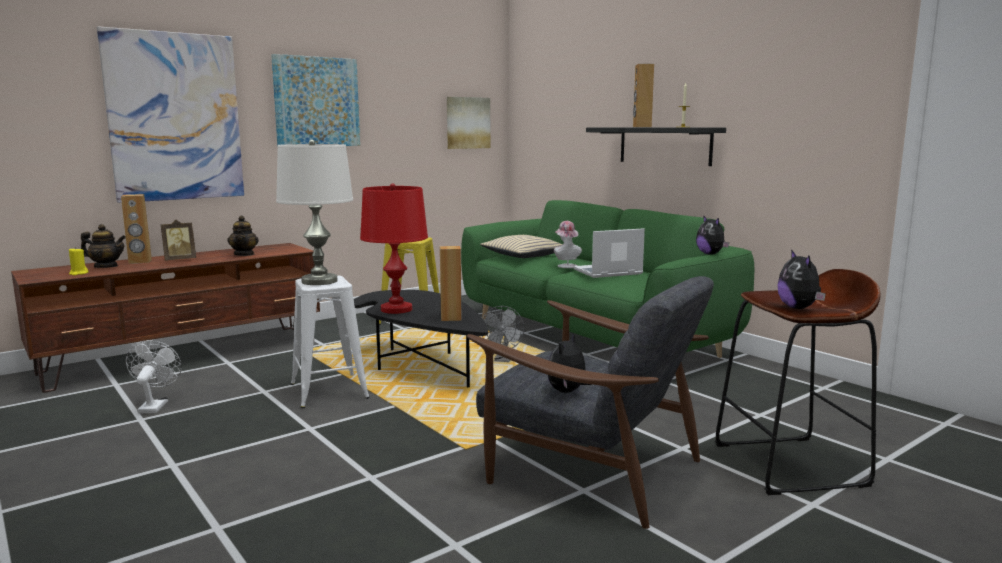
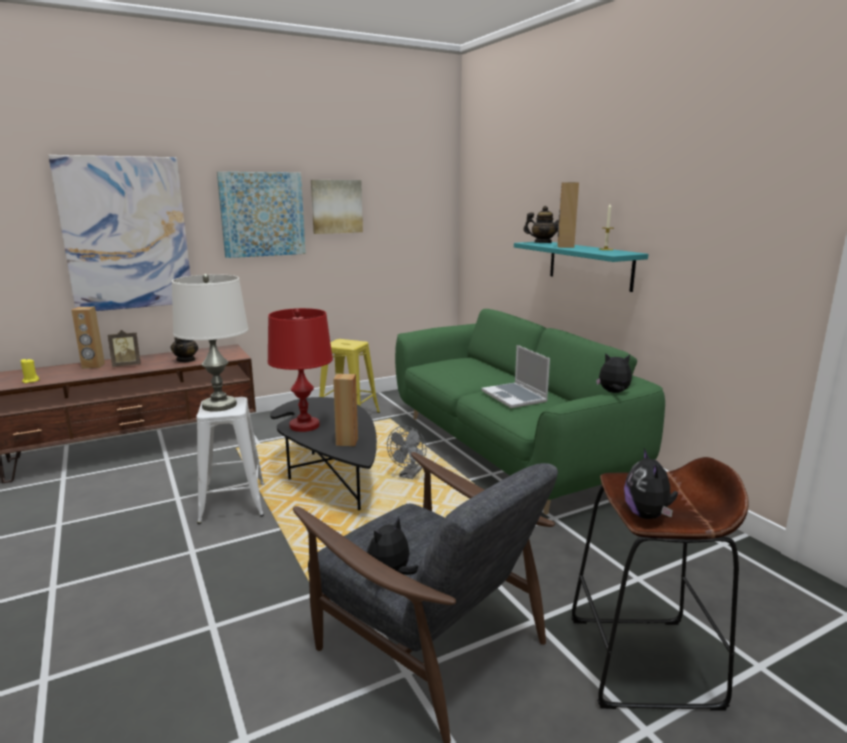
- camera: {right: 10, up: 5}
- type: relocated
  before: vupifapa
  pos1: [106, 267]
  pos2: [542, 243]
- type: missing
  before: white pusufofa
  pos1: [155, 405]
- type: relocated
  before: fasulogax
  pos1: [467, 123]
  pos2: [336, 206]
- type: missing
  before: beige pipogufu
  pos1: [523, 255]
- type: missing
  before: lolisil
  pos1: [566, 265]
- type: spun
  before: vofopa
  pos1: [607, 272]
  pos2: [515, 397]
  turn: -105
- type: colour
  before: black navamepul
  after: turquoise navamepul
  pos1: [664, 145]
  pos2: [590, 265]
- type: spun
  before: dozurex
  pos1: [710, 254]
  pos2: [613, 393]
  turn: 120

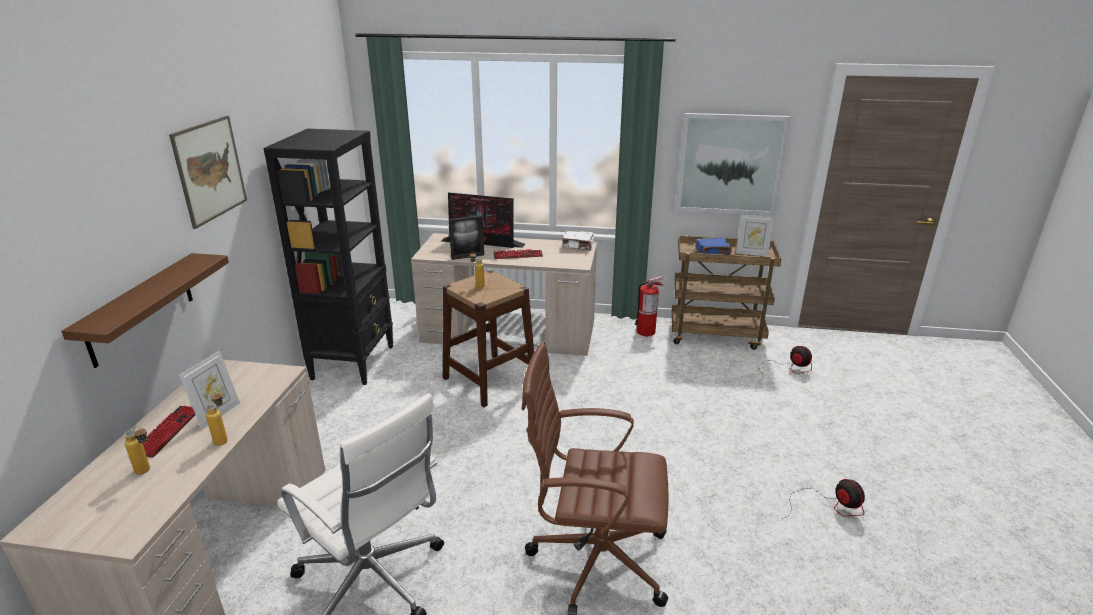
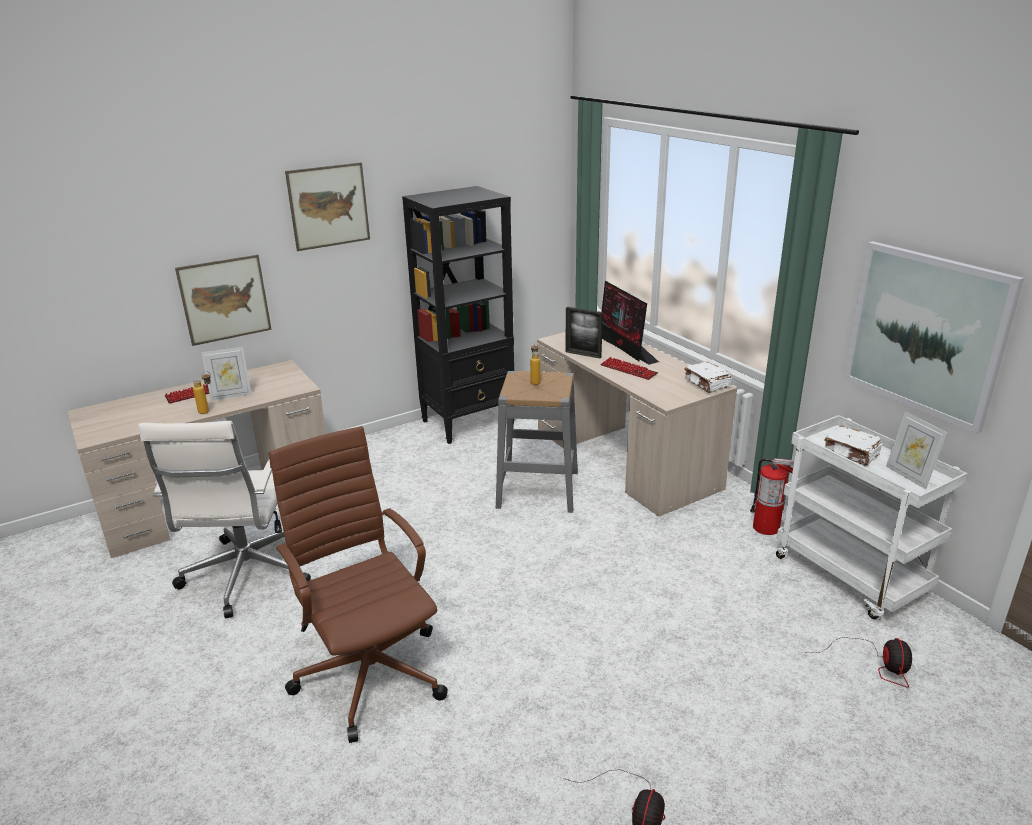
- camera: {right: 50, up: 0}
- type: exchanged
  before: brown navamepul
  after: fasulogax
  pos1: [140, 309]
  pos2: [225, 299]
- type: missing
  before: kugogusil
  pos1: [147, 471]
- type: colour
  before: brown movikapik
  after: grey movikapik
  pos1: [489, 379]
  pos2: [537, 489]
- type: colour
  before: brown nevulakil
  after: white nevulakil
  pos1: [716, 335]
  pos2: [851, 576]
- type: colour
  before: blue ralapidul
  after: white ralapidul
  pos1: [713, 253]
  pos2: [851, 453]

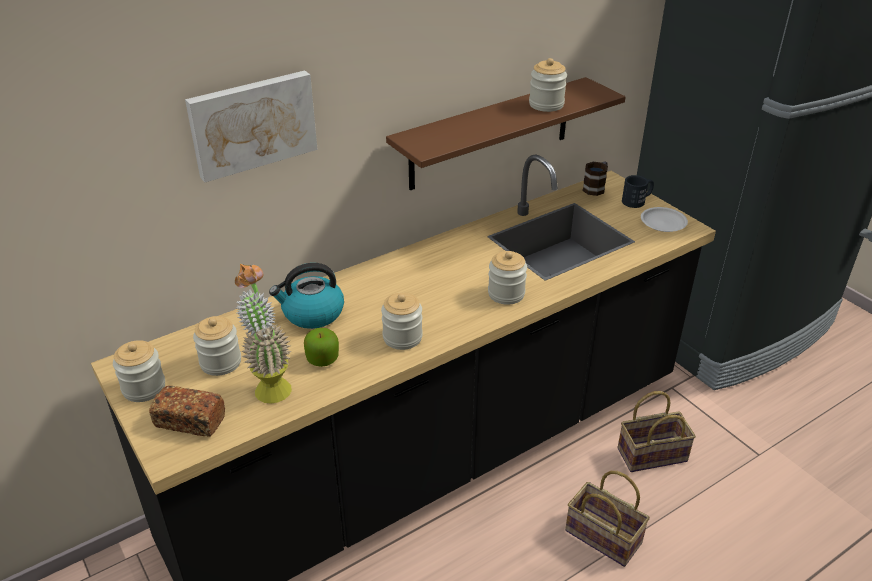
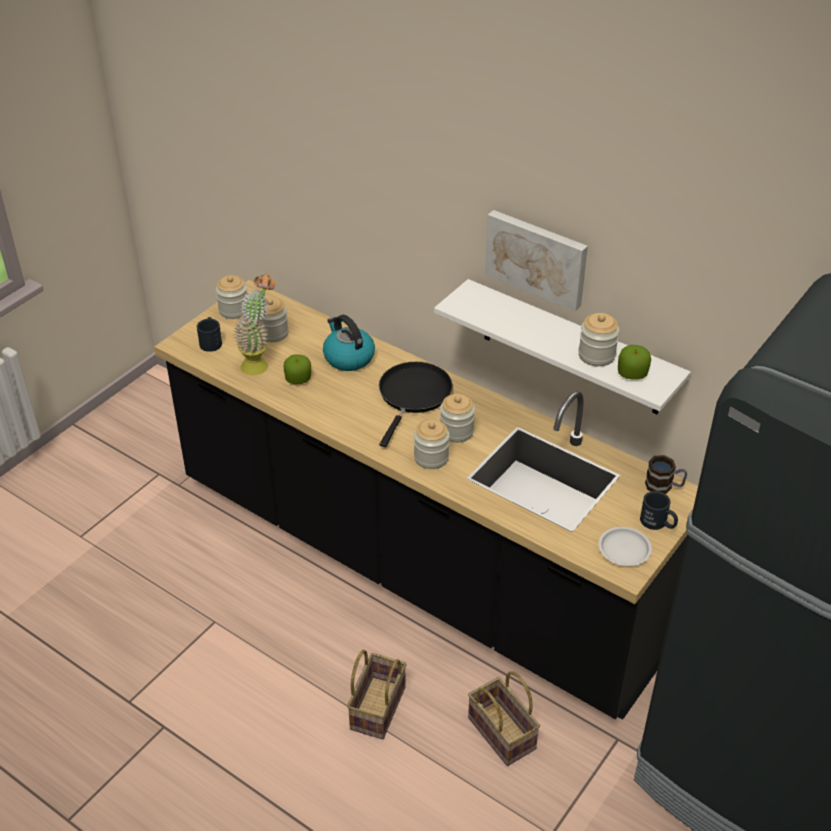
- camera: {right: 70, up: 5}
- type: exchanged
  before: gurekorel
  after: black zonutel
  pos1: [190, 421]
  pos2: [211, 341]
- type: relocated
  before: fasulogax
  pos1: [252, 123]
  pos2: [537, 258]
- type: relocated
  before: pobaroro
  pos1: [402, 337]
  pos2: [456, 431]
- type: colour
  before: brown navamepul
  after: white navamepul
  pos1: [491, 134]
  pos2: [571, 348]
- type: appeared
  after: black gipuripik
  pos2: [413, 396]
- type: appeared
  after: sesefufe
  pos2: [632, 373]

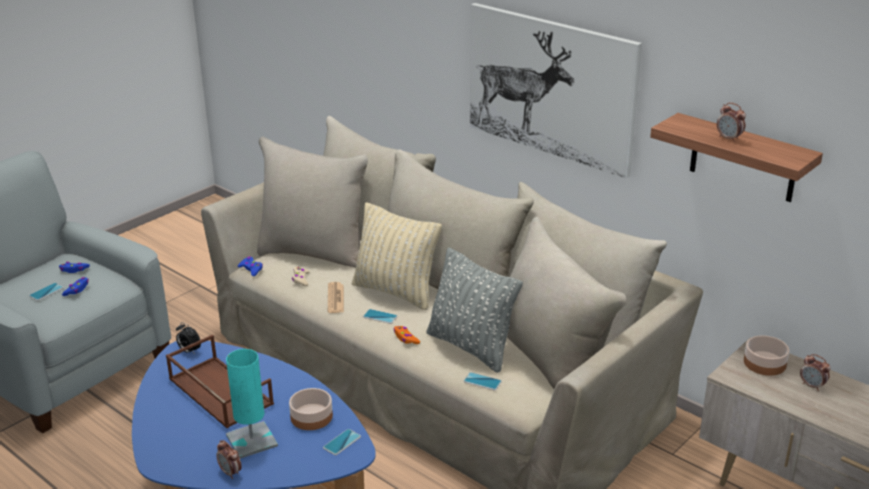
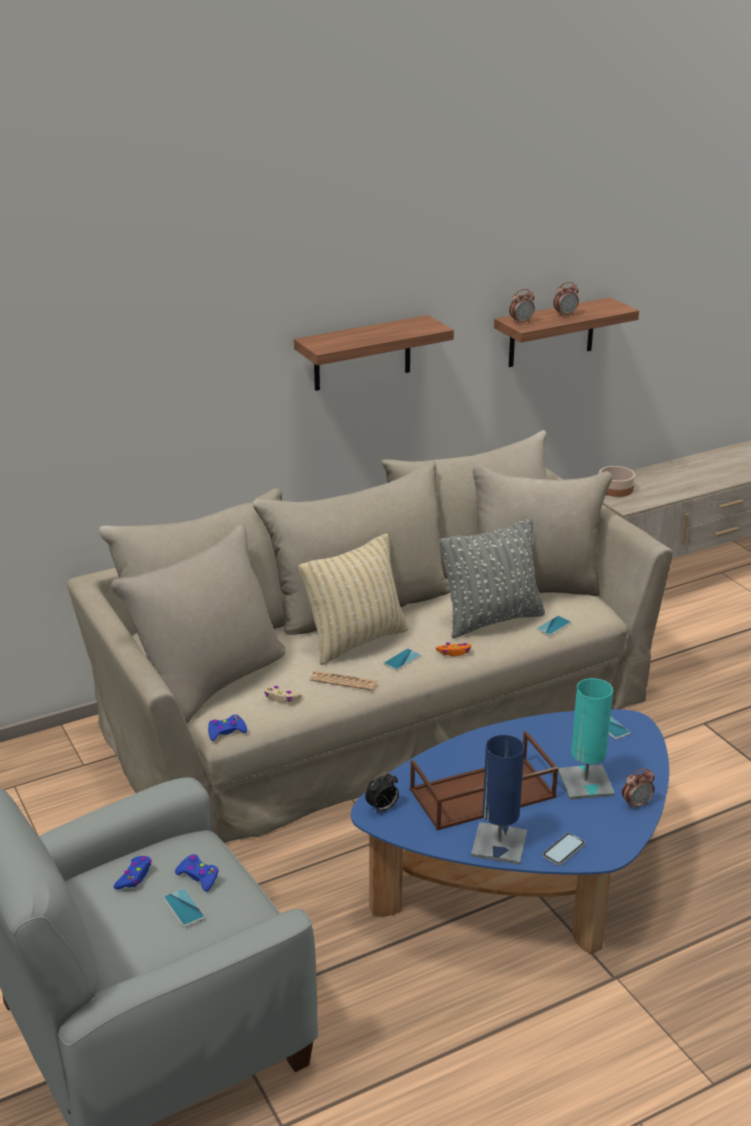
- camera: {right: -70, up: 0}
- type: missing
  before: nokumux
  pos1: [312, 417]
- type: exchanged
  before: fasulogax
  after: navamepul
  pos1: [550, 87]
  pos2: [362, 353]
- type: relocated
  before: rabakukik
  pos1: [812, 386]
  pos2: [521, 322]
- type: appeared
  after: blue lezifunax
  pos2: [499, 844]
- type: appeared
  after: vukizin
  pos2: [563, 850]

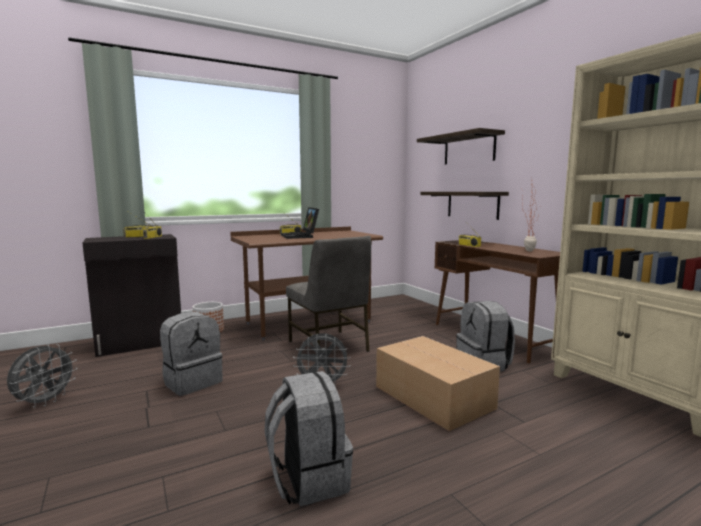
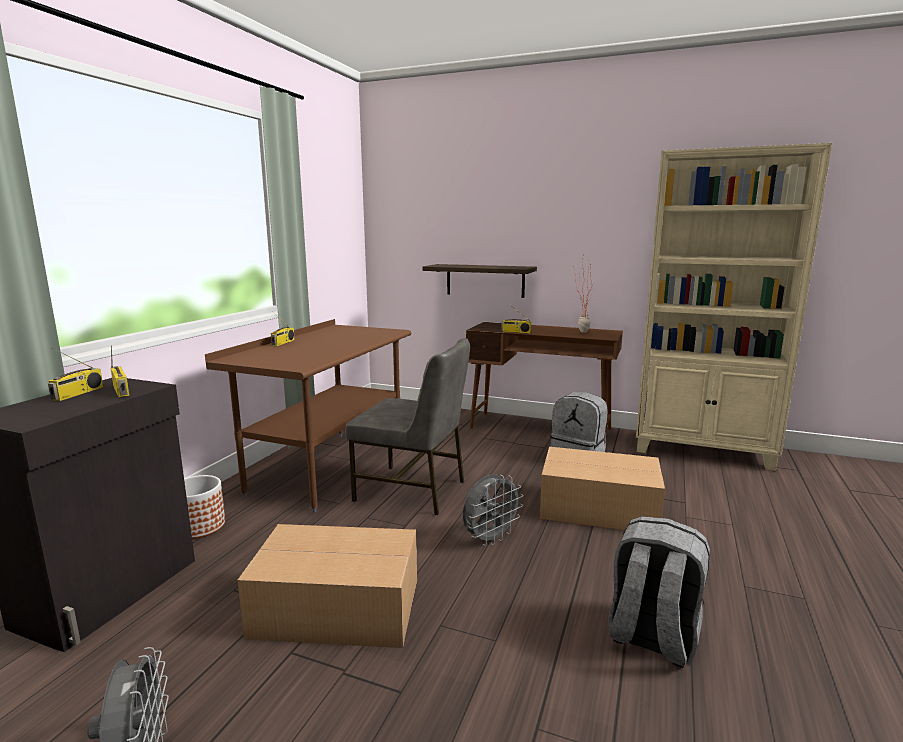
- camera: {right: -40, up: 5}
- type: exchanged
  before: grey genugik
  after: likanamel
  pos1: [192, 382]
  pos2: [334, 607]
- type: missing
  before: vofopa
  pos1: [301, 236]
- type: missing
  before: navamepul
  pos1: [469, 149]

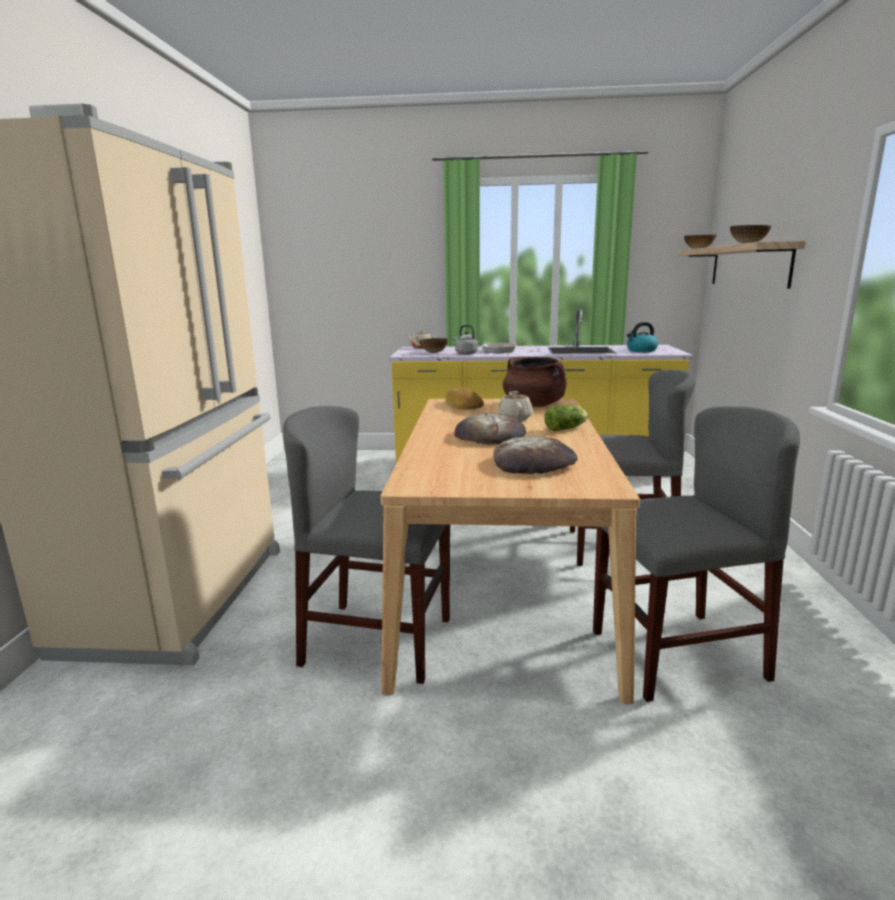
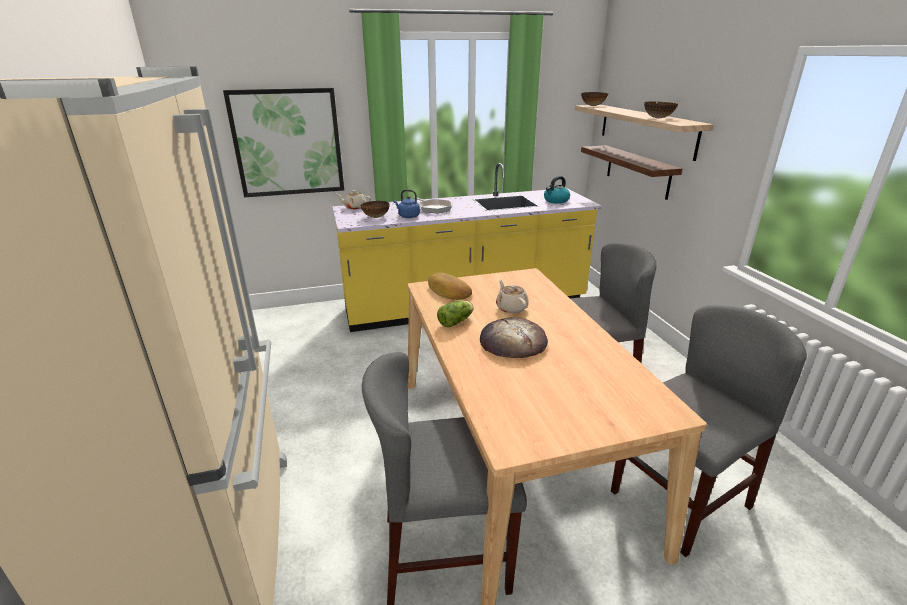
- camera: {right: -20, up: 10}
- type: colour
  before: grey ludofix
  after: blue ludofix
  pos1: [465, 353]
  pos2: [408, 216]
- type: missing
  before: gurekorel
  pos1: [534, 463]
- type: missing
  before: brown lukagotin
  pos1: [534, 405]
- type: relocated
  before: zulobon
  pos1: [566, 429]
  pos2: [456, 321]
- type: appeared
  after: fasulogax
  pos2: [288, 143]
- type: appeared
  after: navamepul
  pos2: [637, 171]

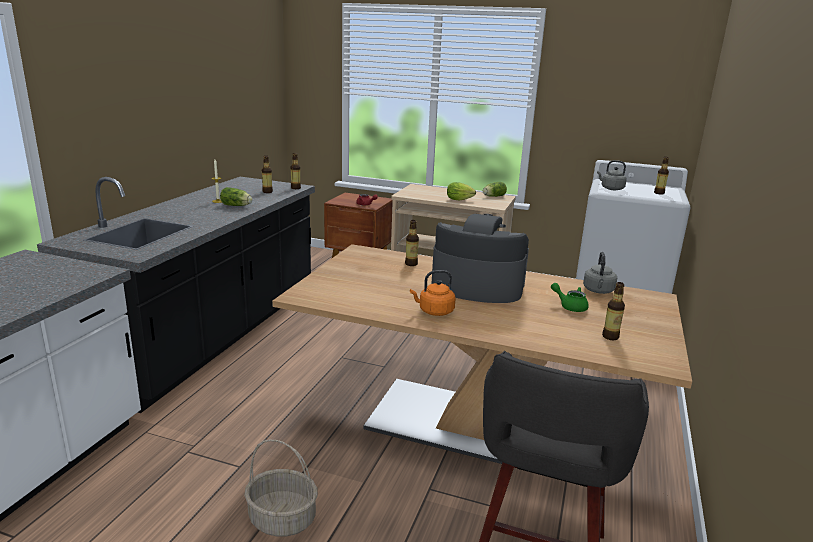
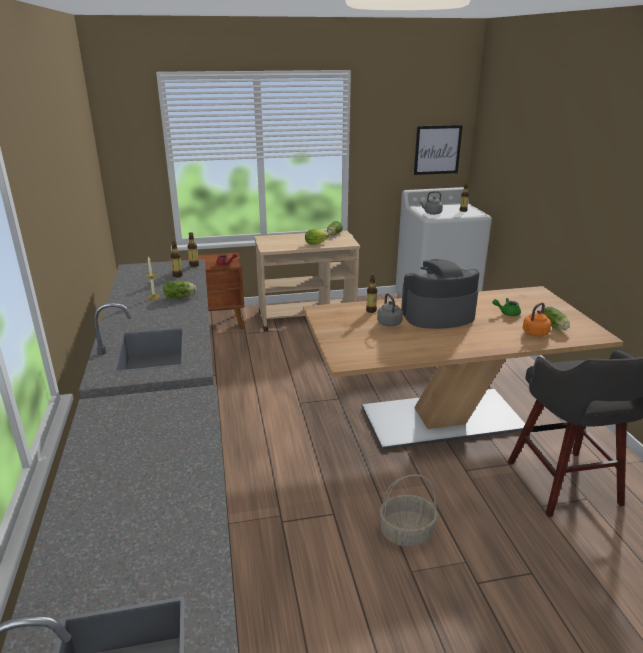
- camera: {right: -30, up: 5}
- type: relocated
  before: orange ludofix
  pos1: [434, 311]
  pos2: [534, 334]
- type: relocated
  before: grey ludofix
  pos1: [598, 291]
  pos2: [390, 324]
- type: exchanged
  before: kugogusil
  after: zulobon
  pos1: [610, 337]
  pos2: [554, 327]
- type: appeared
  after: fasulogax
  pos2: [437, 150]

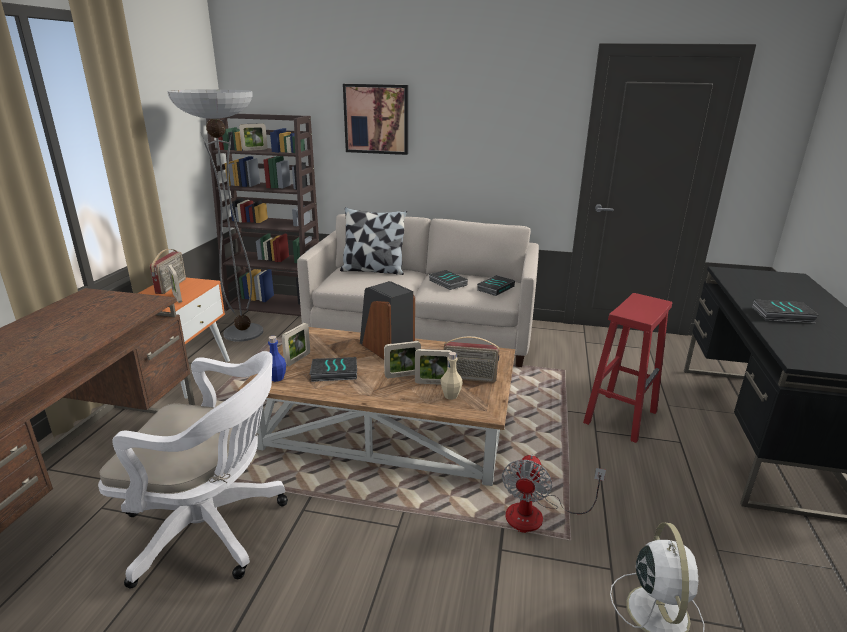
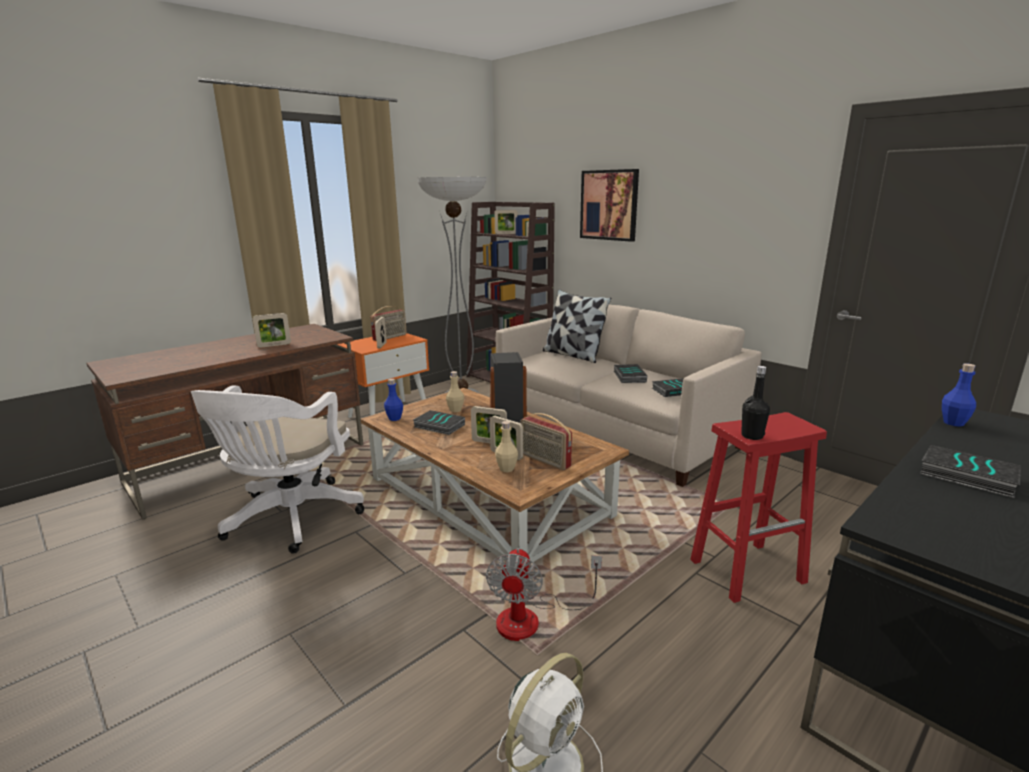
- camera: {right: 35, up: -5}
- type: spun
  before: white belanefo
  pos1: [213, 528]
  pos2: [290, 520]
  turn: 60
- type: relocated
  before: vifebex
  pos1: [297, 359]
  pos2: [274, 345]
- type: spun
  before: pusufofa
  pos1: [537, 515]
  pos2: [532, 619]
  turn: -45
- type: appeared
  after: beige kugogusil
  pos2: [455, 410]
- type: appeared
  after: black kugogusil
  pos2: [752, 436]
- type: appeared
  after: blue kugogusil
  pos2: [953, 423]

